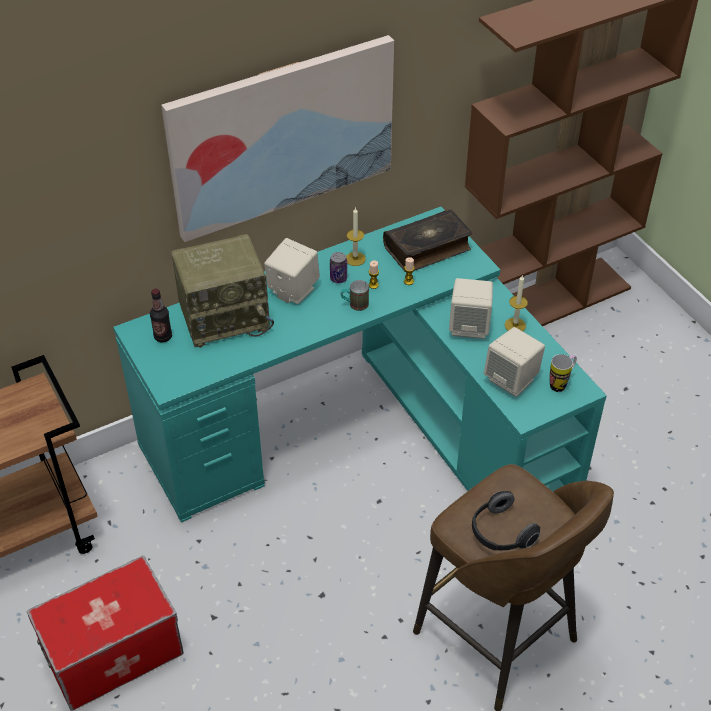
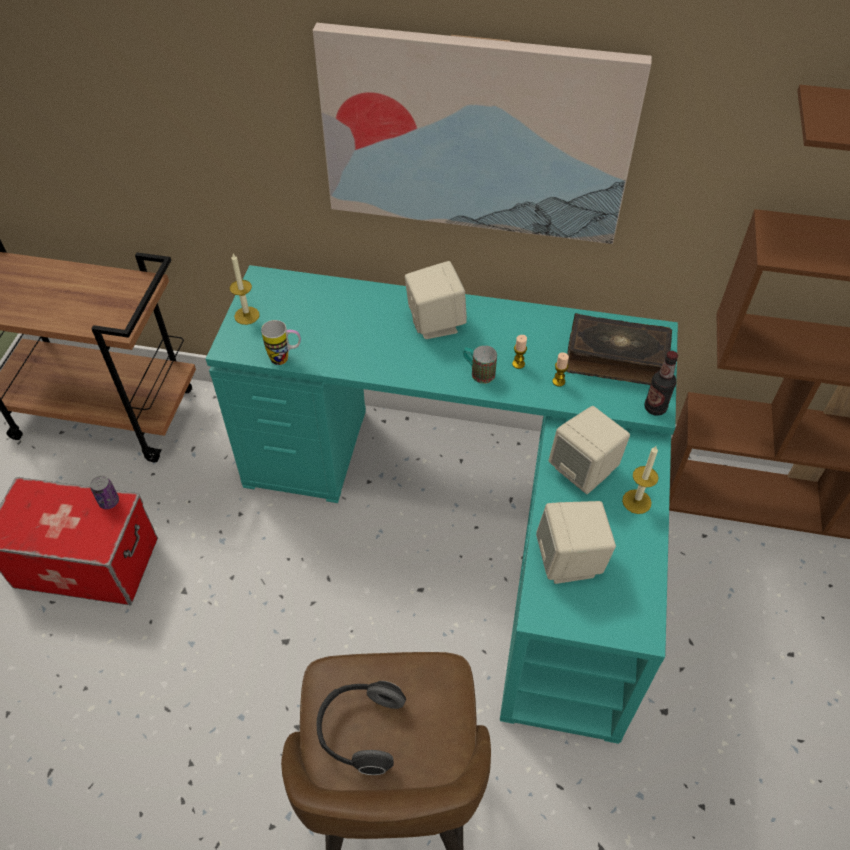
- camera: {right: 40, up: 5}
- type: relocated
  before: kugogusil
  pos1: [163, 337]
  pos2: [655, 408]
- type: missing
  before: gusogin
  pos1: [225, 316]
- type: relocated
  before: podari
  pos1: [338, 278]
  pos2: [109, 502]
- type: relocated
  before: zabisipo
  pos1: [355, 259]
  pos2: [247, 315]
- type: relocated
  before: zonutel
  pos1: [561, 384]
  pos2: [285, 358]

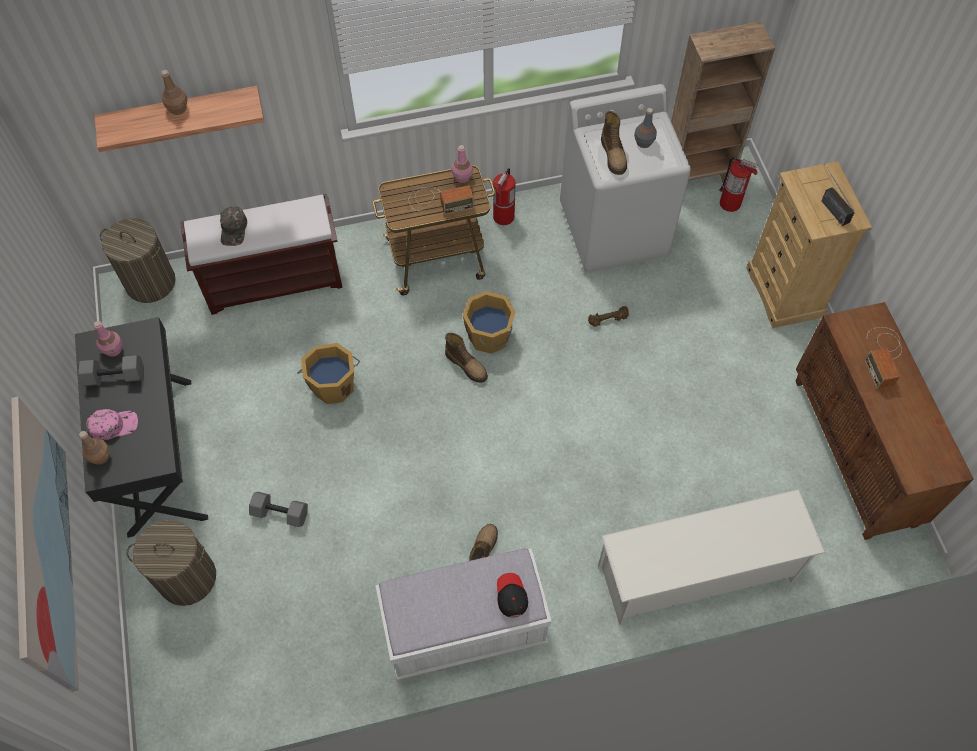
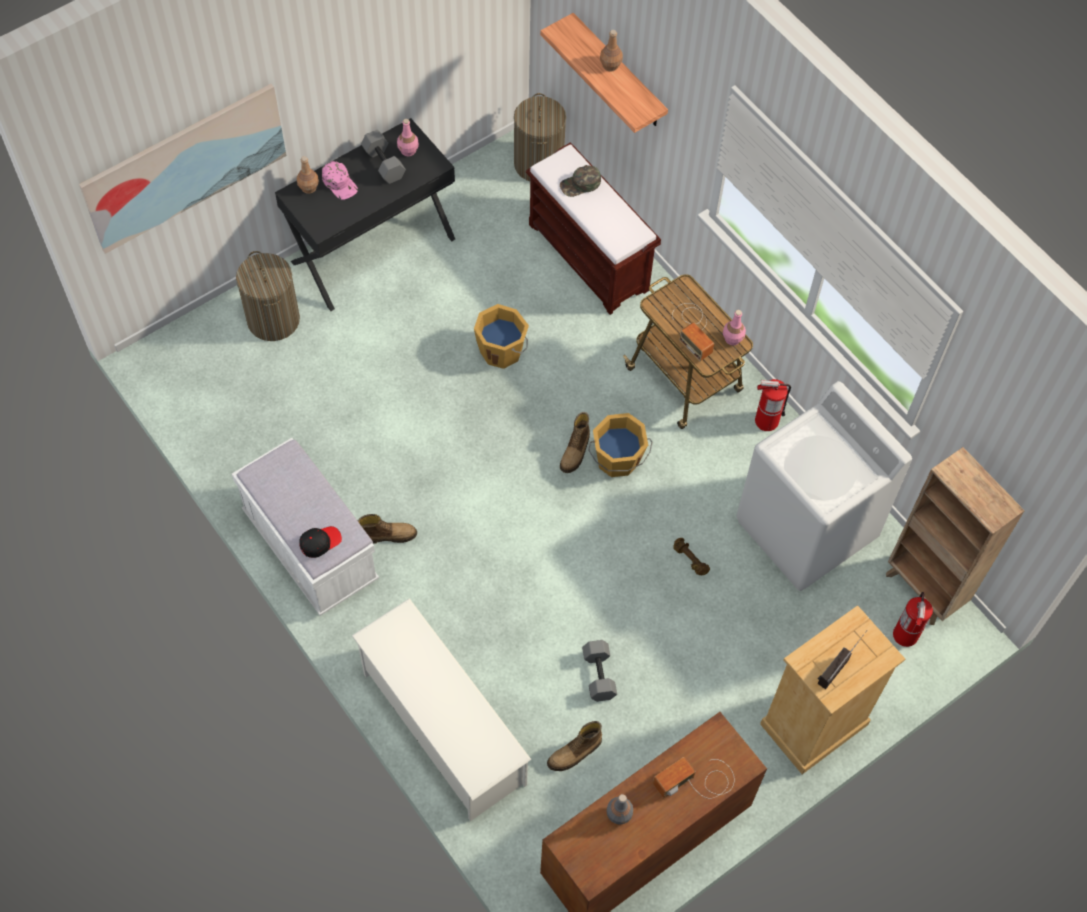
- camera: {right: 65, up: 0}
- type: relocated
  before: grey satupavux
  pos1: [279, 514]
  pos2: [598, 674]
- type: relocated
  before: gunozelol
  pos1: [614, 155]
  pos2: [575, 753]
- type: relocated
  before: grey kugogusil
  pos1: [643, 142]
  pos2: [619, 814]

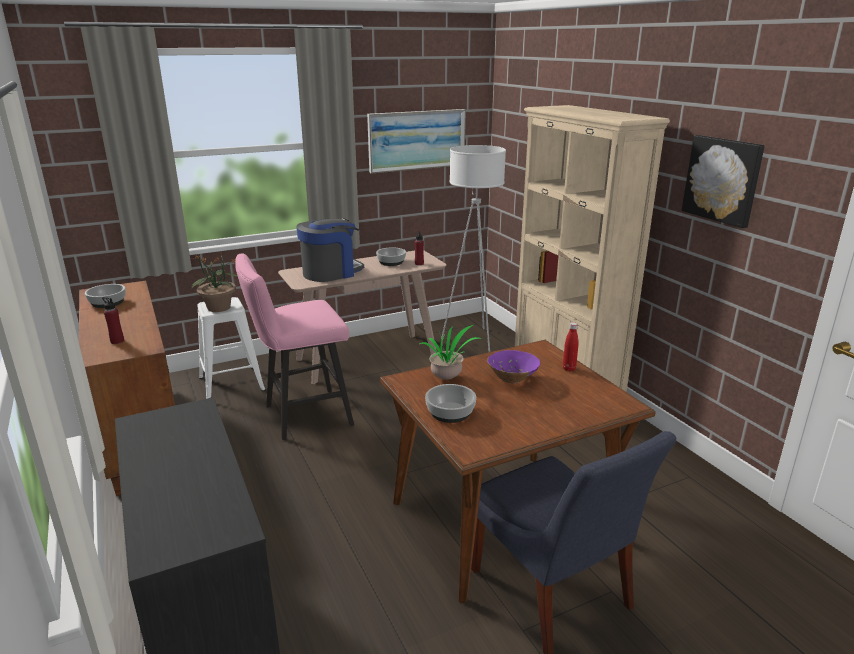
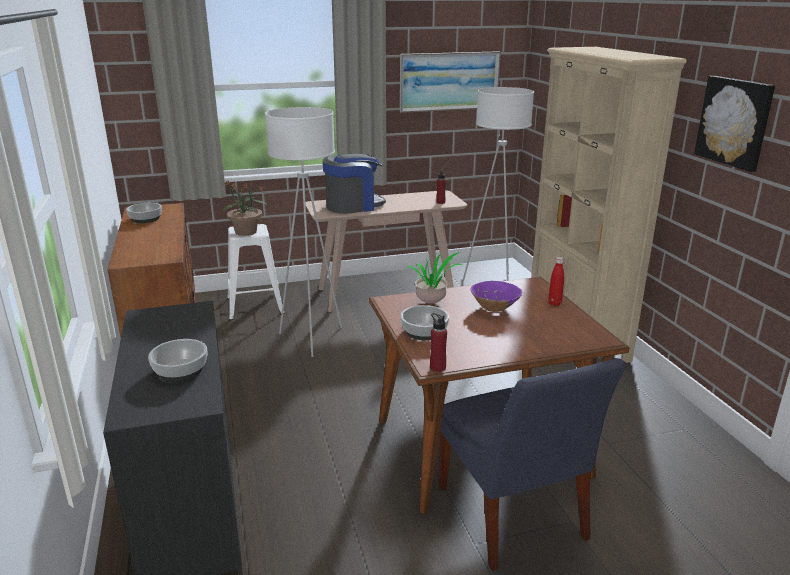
- camera: {right: 10, up: 0}
- type: relocated
  before: red kugogusil
  pos1: [117, 341]
  pos2: [437, 367]
- type: exchanged
  before: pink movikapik
  after: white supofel
  pos1: [301, 416]
  pos2: [312, 338]
- type: relocated
  before: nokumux
  pos1: [391, 262]
  pos2: [180, 370]

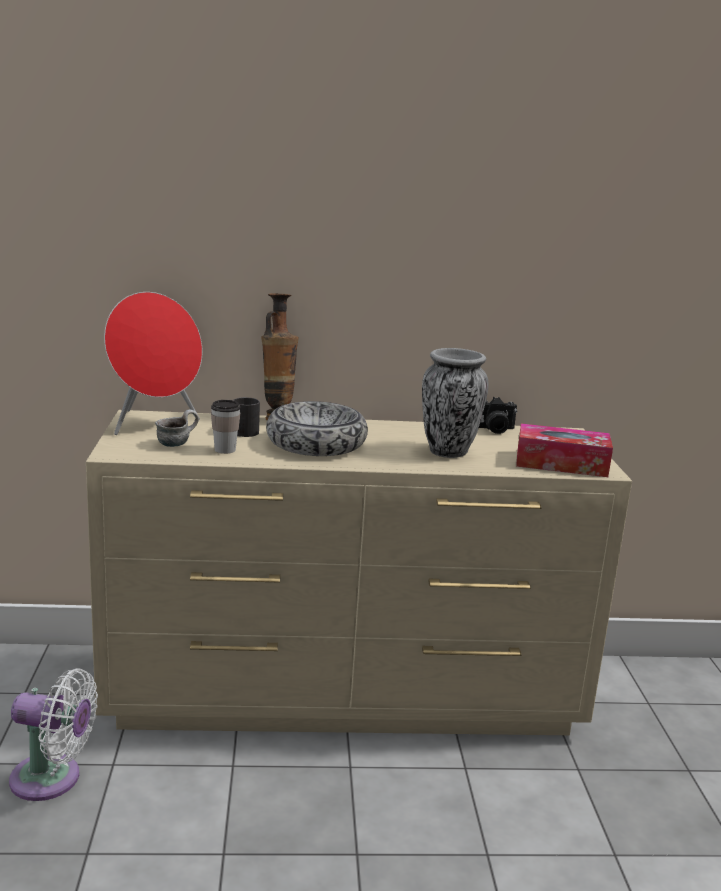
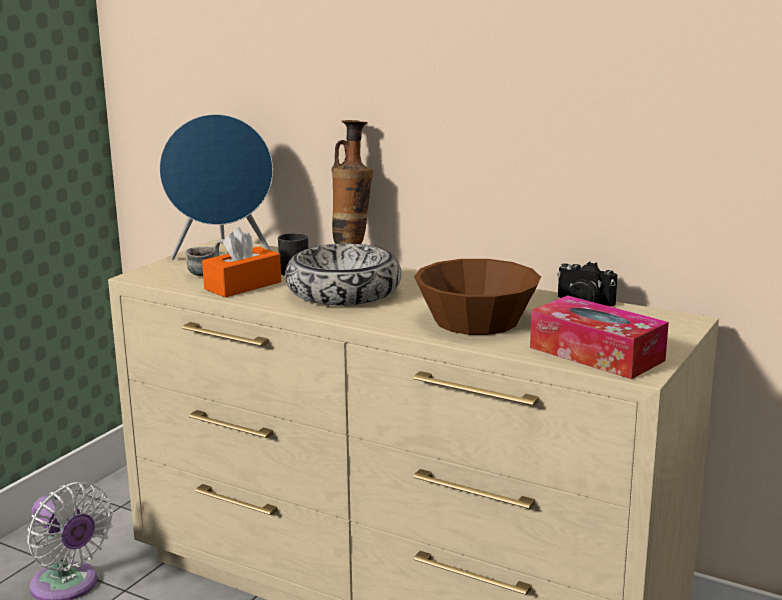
- camera: {right: 35, up: 0}
- type: colour
  before: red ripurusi
  after: blue ripurusi
  pos1: [153, 424]
  pos2: [222, 254]
- type: exchanged
  before: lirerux
  after: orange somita
  pos1: [225, 450]
  pos2: [243, 285]
- type: exchanged
  before: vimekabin
  after: brown nokumux
  pos1: [448, 451]
  pos2: [476, 320]

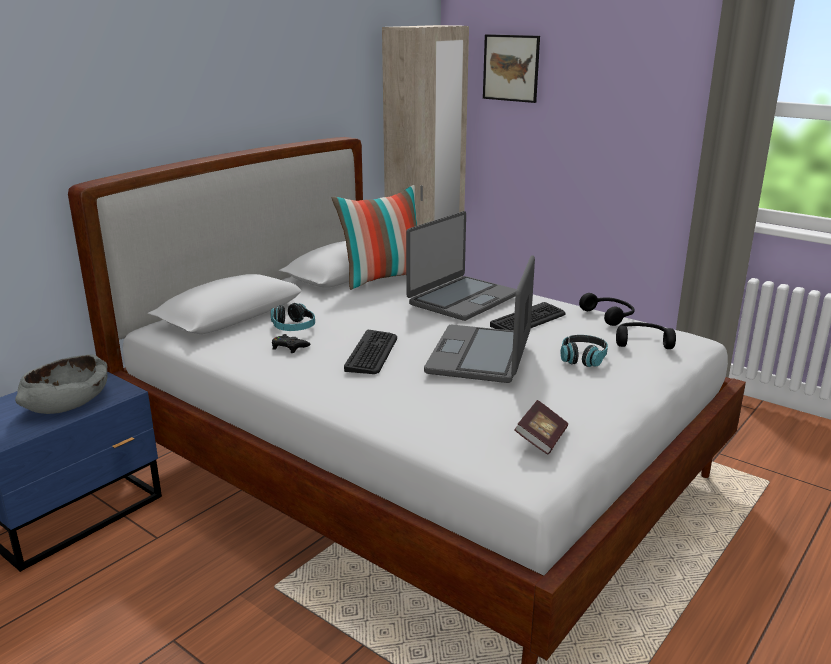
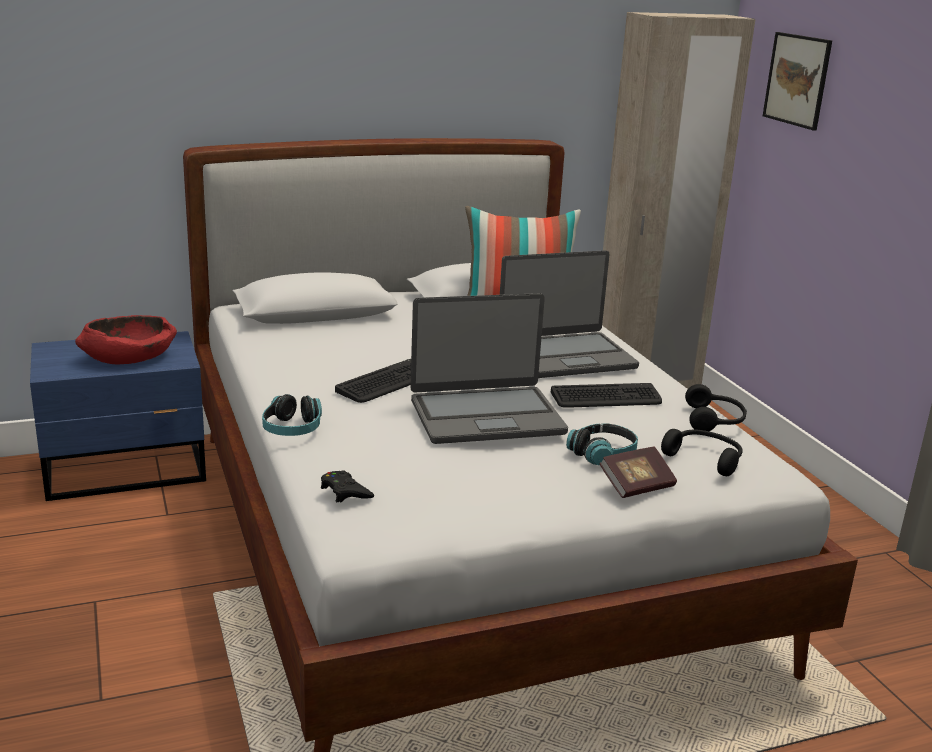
- camera: {right: 30, up: 0}
- type: colour
  before: grey nokumux
  after: red nokumux
  pos1: [67, 402]
  pos2: [129, 358]
- type: relocated
  before: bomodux
  pos1: [293, 327]
  pos2: [292, 429]
- type: relocated
  before: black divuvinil
  pos1: [289, 347]
  pos2: [345, 492]
- type: spun
  before: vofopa
  pos1: [481, 355]
  pos2: [486, 416]
  turn: -150
- type: relocated
  before: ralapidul
  pos1: [541, 439]
  pos2: [636, 486]

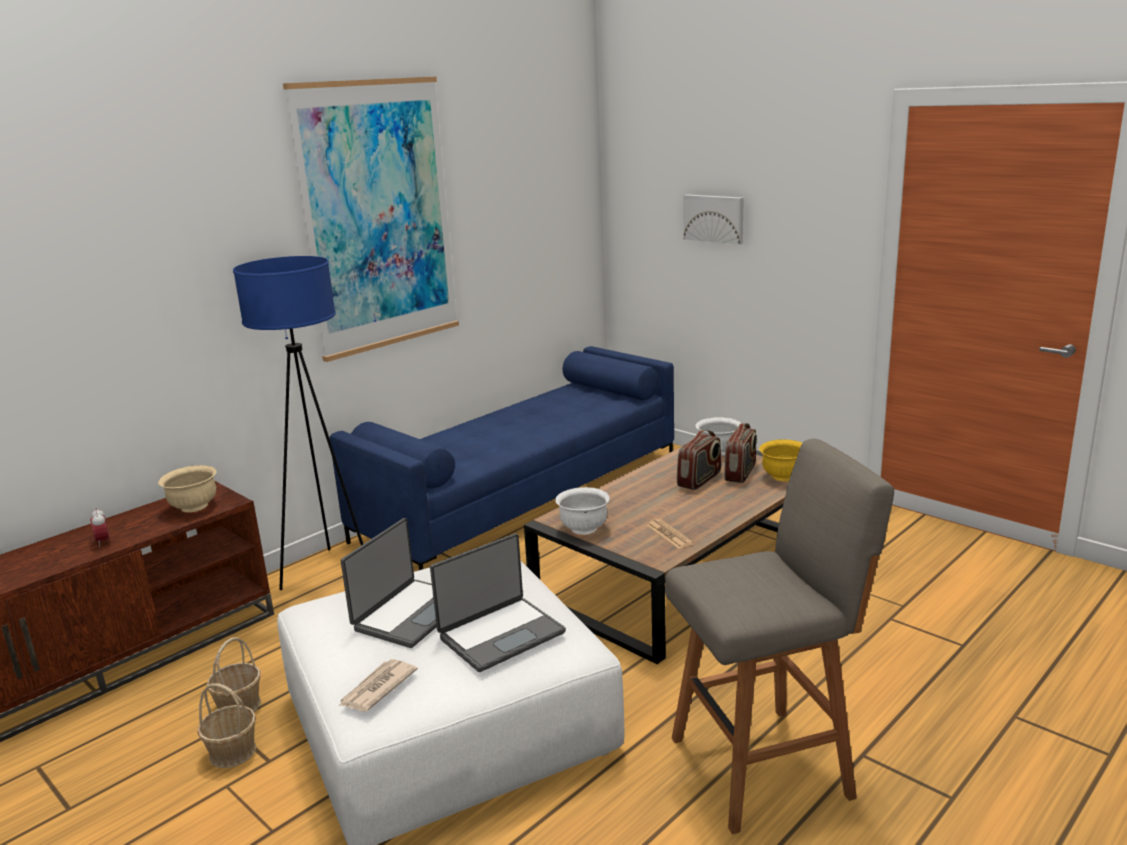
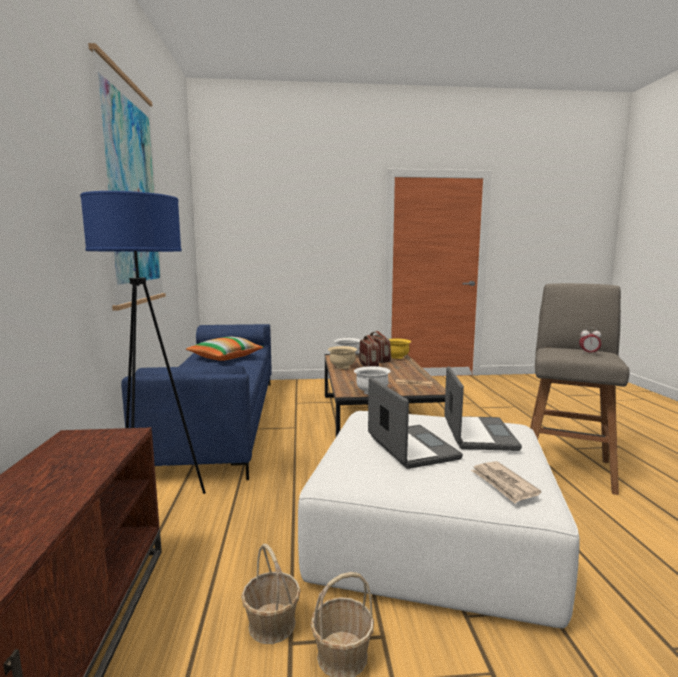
- camera: {right: -50, up: -10}
- type: relocated
  before: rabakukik
  pos1: [103, 542]
  pos2: [588, 354]
- type: relocated
  before: beige nokumux
  pos1: [193, 507]
  pos2: [342, 367]
- type: missing
  before: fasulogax
  pos1: [714, 218]
- type: appeared
  after: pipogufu
  pos2: [225, 358]

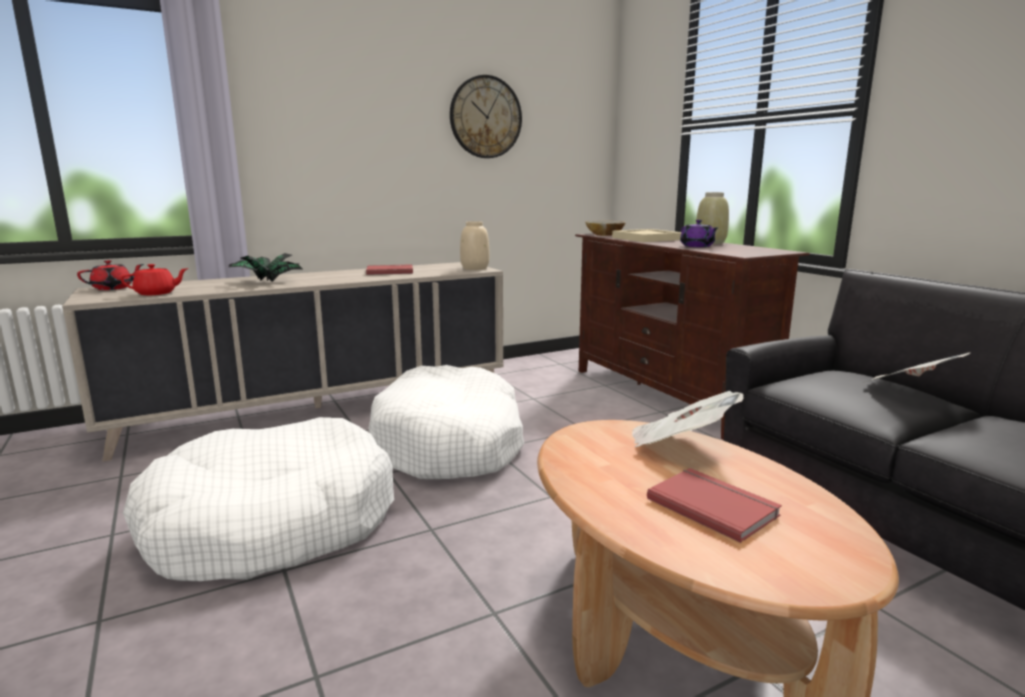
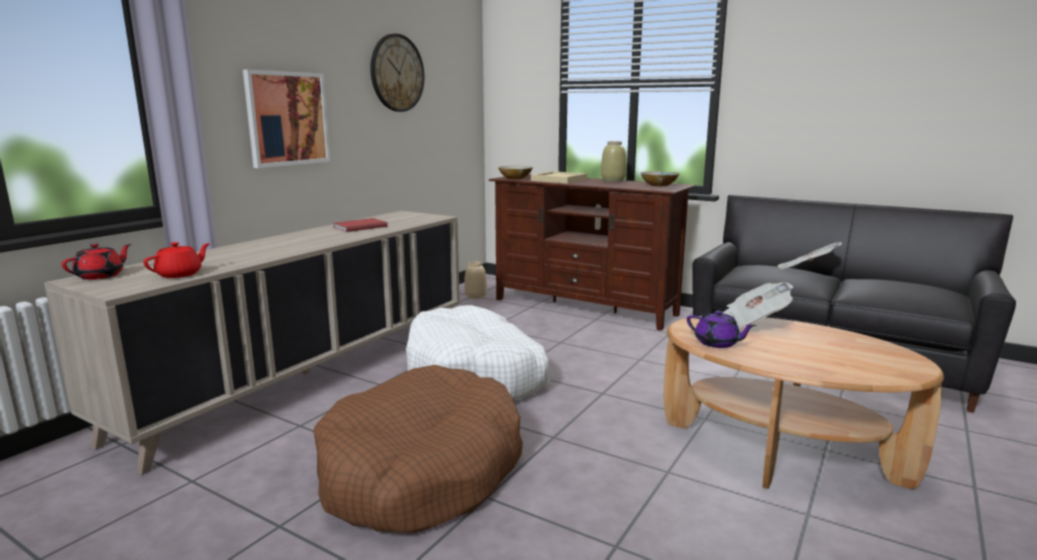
- camera: {right: -30, up: 0}
- type: colour
  before: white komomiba
  after: brown komomiba
  pos1: [271, 523]
  pos2: [421, 471]
- type: missing
  before: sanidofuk
  pos1: [266, 281]
- type: relocated
  before: beige vimekabin
  pos1: [475, 268]
  pos2: [476, 296]
- type: missing
  before: red ralapidul
  pos1: [713, 505]
- type: relocated
  before: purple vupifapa
  pos1: [697, 246]
  pos2: [717, 343]
- type: appeared
  after: fasulogax
  pos2: [287, 118]
- type: appeared
  after: nokumux
  pos2: [659, 185]

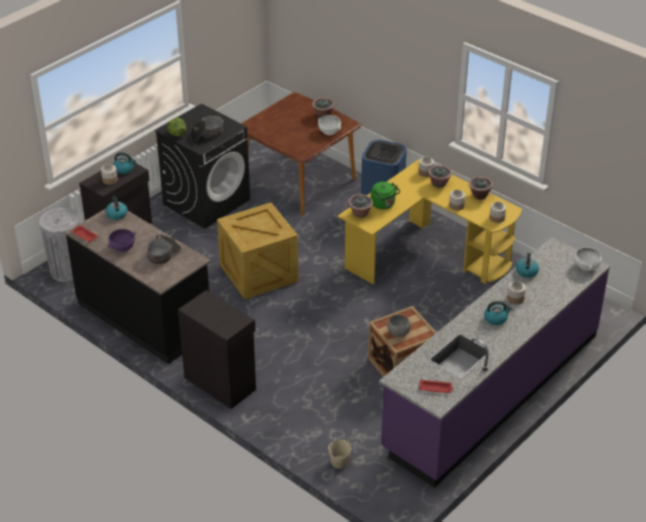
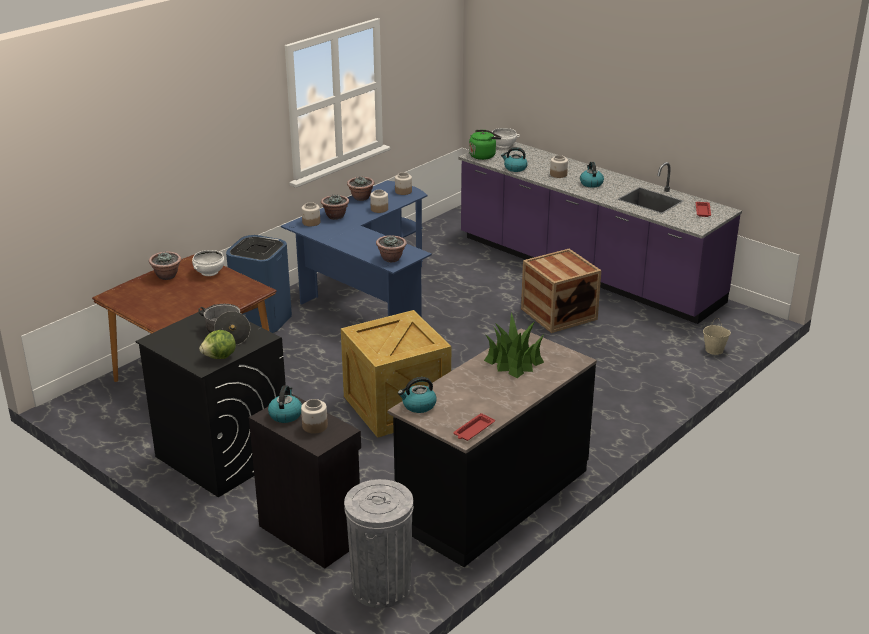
- camera: {right: -90, up: -10}
- type: missing
  before: purple nokumux
  pos1: [122, 247]
- type: exchanged
  before: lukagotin
  after: sanidofuk
  pos1: [164, 254]
  pos2: [513, 361]
- type: missing
  before: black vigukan
  pos1: [220, 382]
- type: colour
  before: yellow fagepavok
  after: blue fagepavok
  pos1: [427, 253]
  pos2: [366, 295]
- type: relocated
  before: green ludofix
  pos1: [384, 204]
  pos2: [483, 155]
- type: missing
  before: grey nokumux
  pos1: [398, 332]

